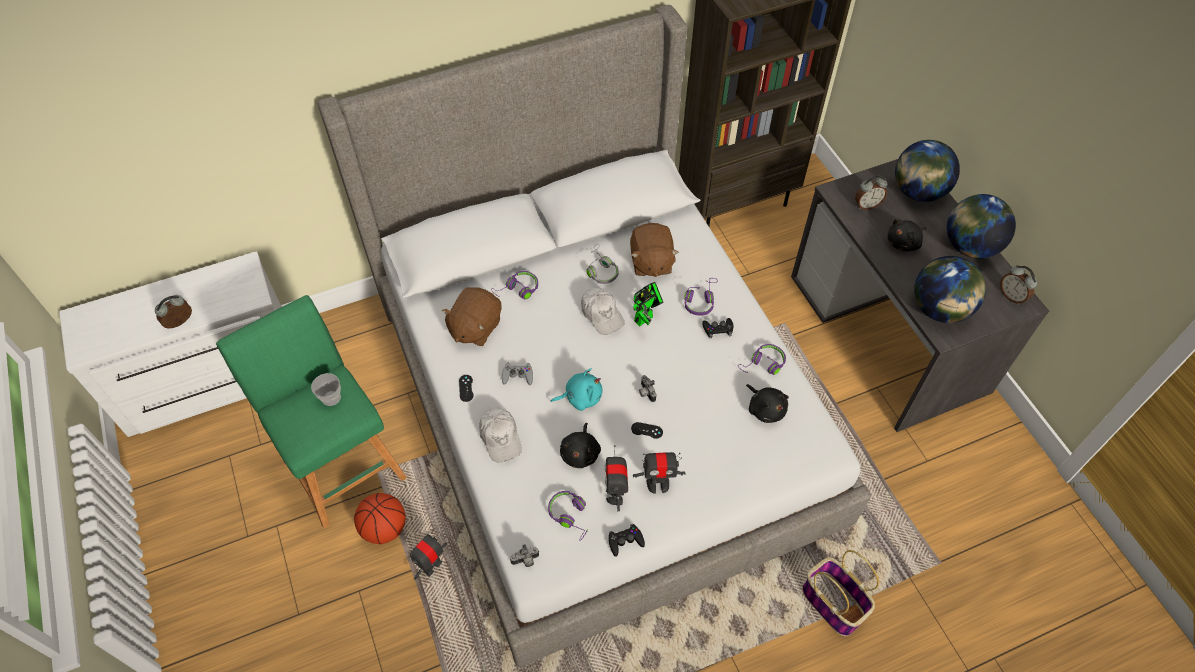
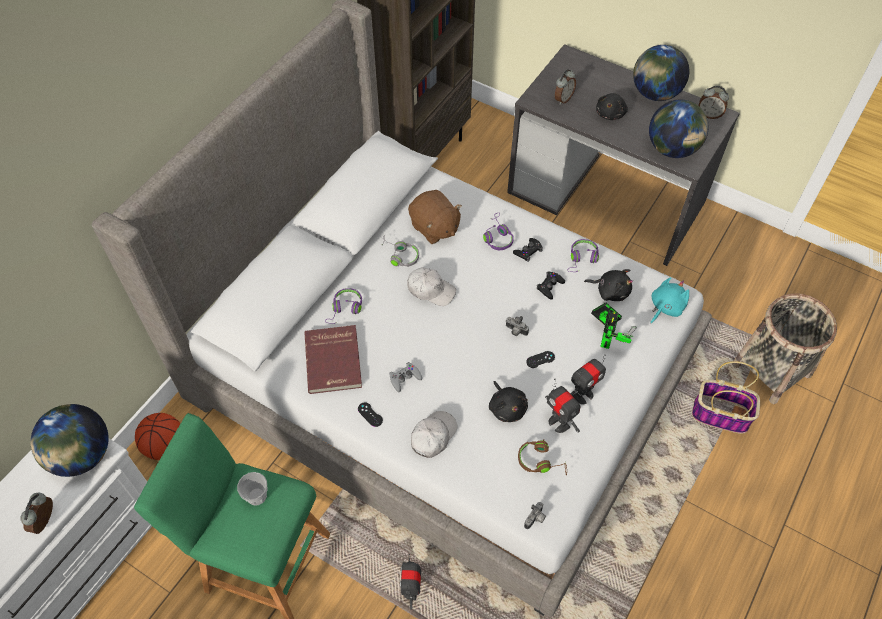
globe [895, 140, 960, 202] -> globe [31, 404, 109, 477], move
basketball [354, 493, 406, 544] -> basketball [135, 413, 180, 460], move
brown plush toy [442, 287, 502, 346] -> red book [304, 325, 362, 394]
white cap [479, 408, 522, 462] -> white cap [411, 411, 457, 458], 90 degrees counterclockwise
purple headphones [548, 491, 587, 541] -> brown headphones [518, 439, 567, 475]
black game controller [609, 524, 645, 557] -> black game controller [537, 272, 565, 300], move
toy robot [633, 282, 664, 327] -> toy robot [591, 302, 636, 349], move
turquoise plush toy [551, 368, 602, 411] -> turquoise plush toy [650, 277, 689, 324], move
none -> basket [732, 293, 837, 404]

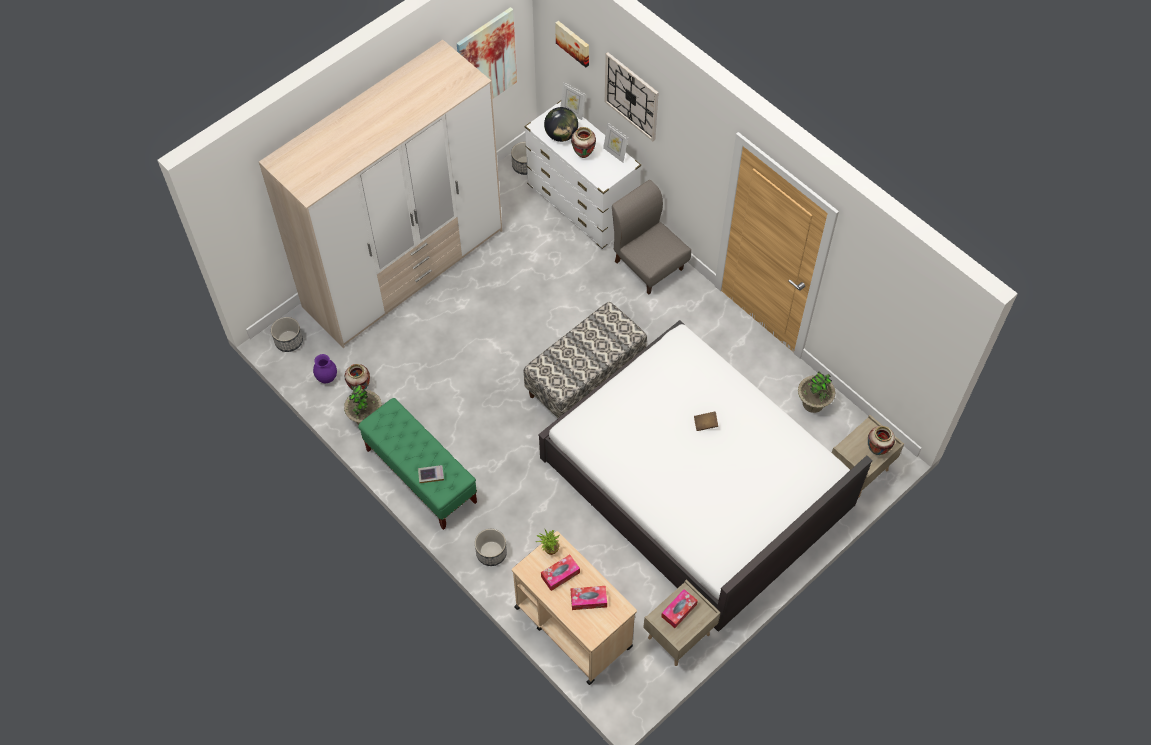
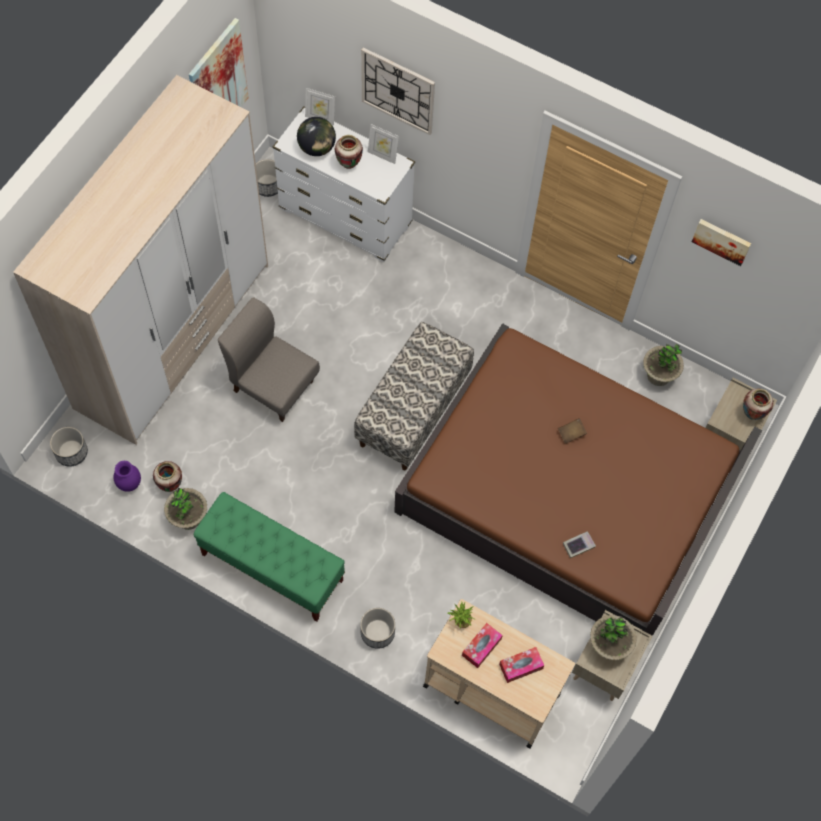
grey chair [612, 180, 691, 295] -> grey chair [218, 297, 320, 422], move
white bed [538, 320, 873, 632] -> brown bed [394, 323, 762, 636]
book [418, 465, 444, 483] -> book [563, 531, 596, 558], move
tissue box [661, 589, 698, 628] -> potted plant [590, 615, 637, 660]
picture [555, 21, 589, 68] -> picture [692, 219, 751, 266], move

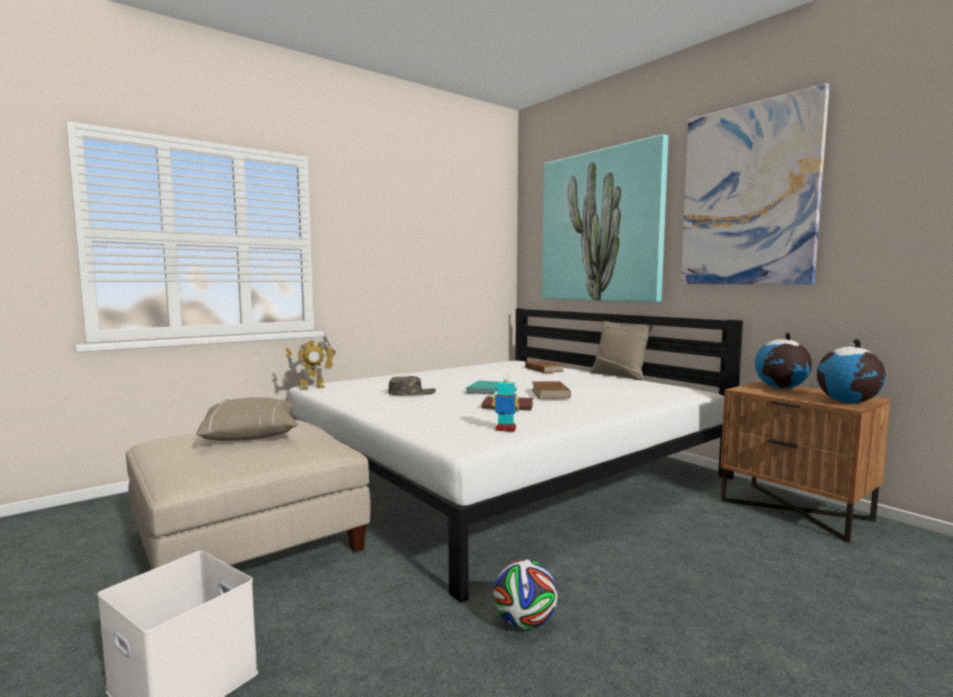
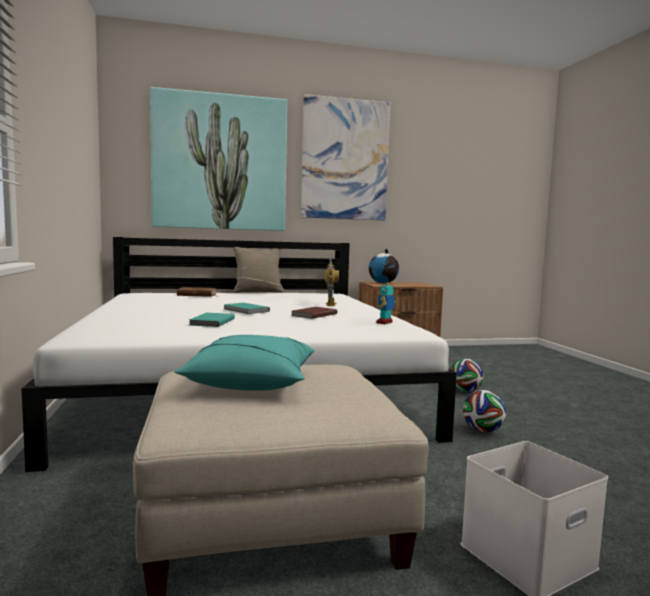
beige pillow [196, 397, 298, 441] -> turquoise pillow [174, 335, 315, 391]
green cap [388, 376, 436, 395] -> turquoise book [189, 313, 235, 327]
toy robot [285, 336, 336, 389] -> toy robot [324, 258, 339, 306], move
none -> football [451, 359, 484, 392]
brown book [532, 381, 571, 399] -> none
globe [817, 339, 886, 403] -> none

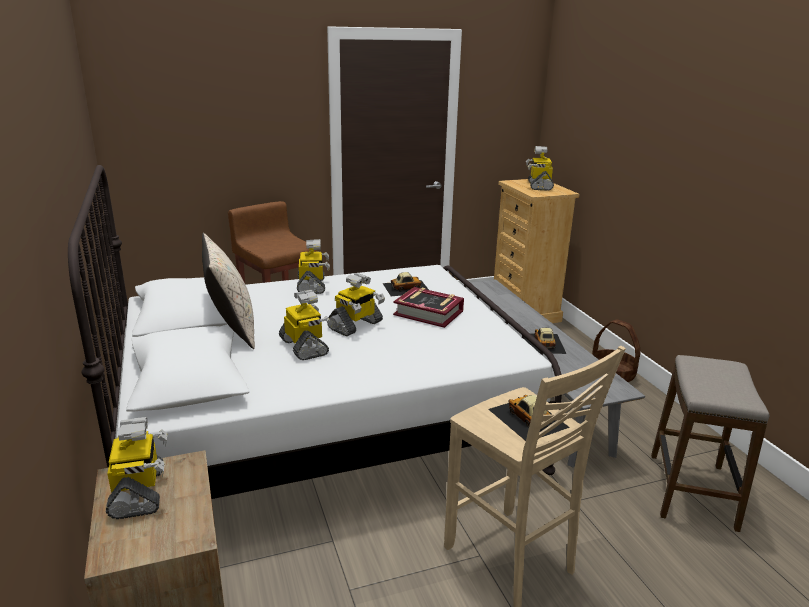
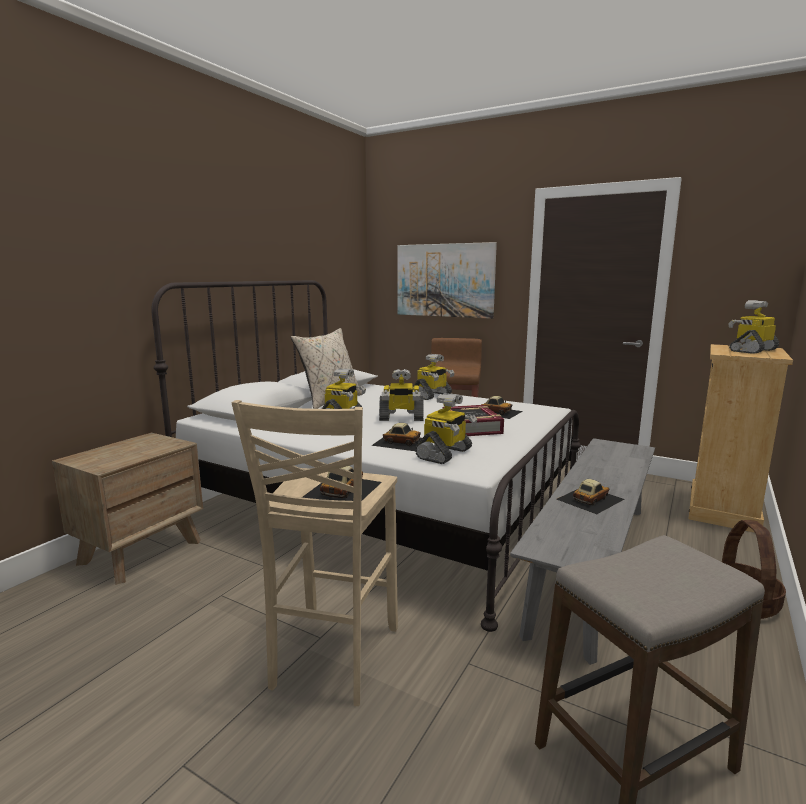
none -> toy car [371, 423, 426, 451]
none -> picture [397, 242, 497, 319]
toy robot [106, 417, 167, 519] -> toy robot [415, 393, 477, 464], move

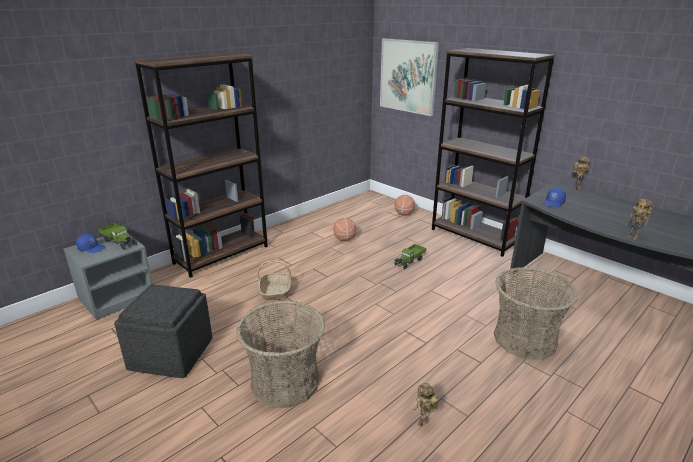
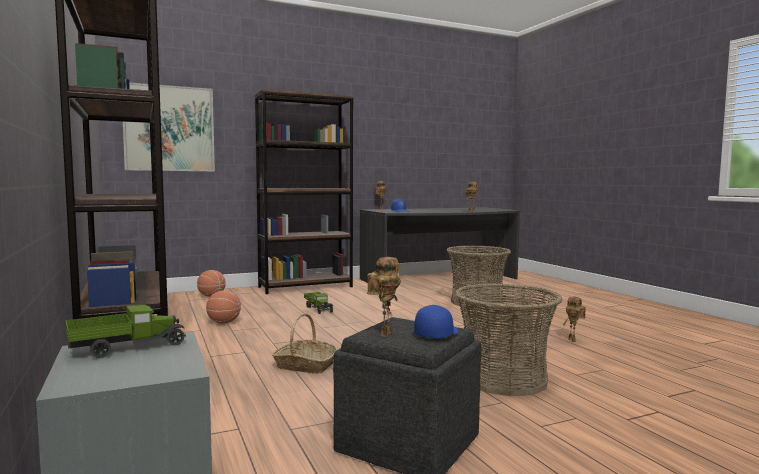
none -> toy robot [367, 257, 401, 337]
blue cap [76, 234, 106, 253] -> blue cap [414, 305, 459, 338], move

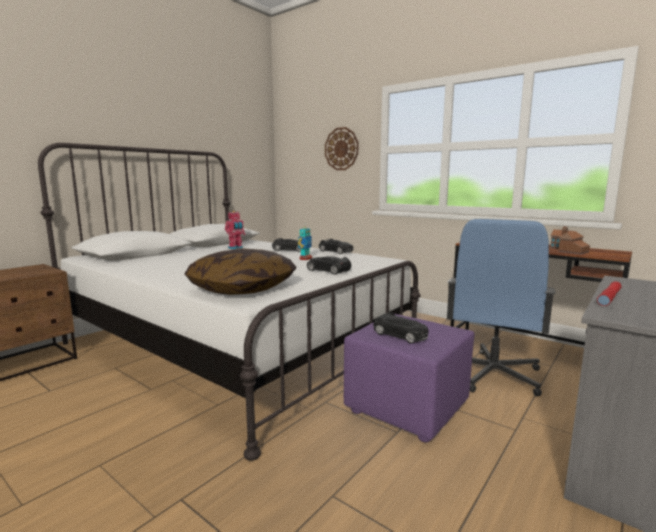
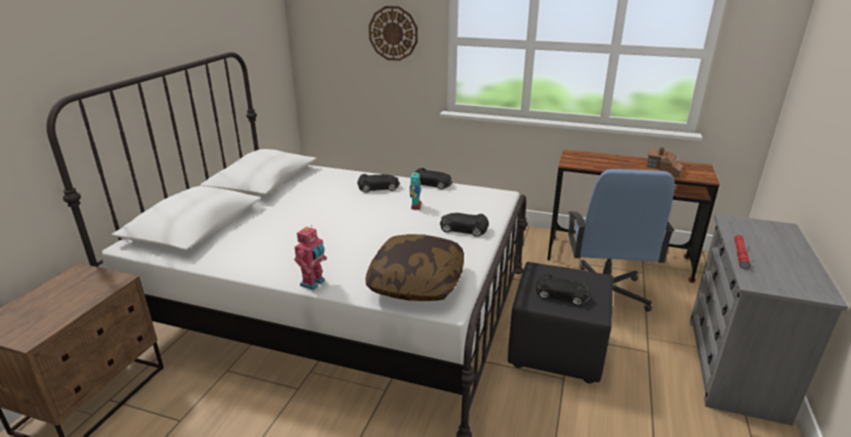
toy robot [225, 211, 245, 250] -> toy robot [295, 225, 327, 290], move
purple ottoman [344, 314, 474, 442] -> black ottoman [508, 262, 613, 384]

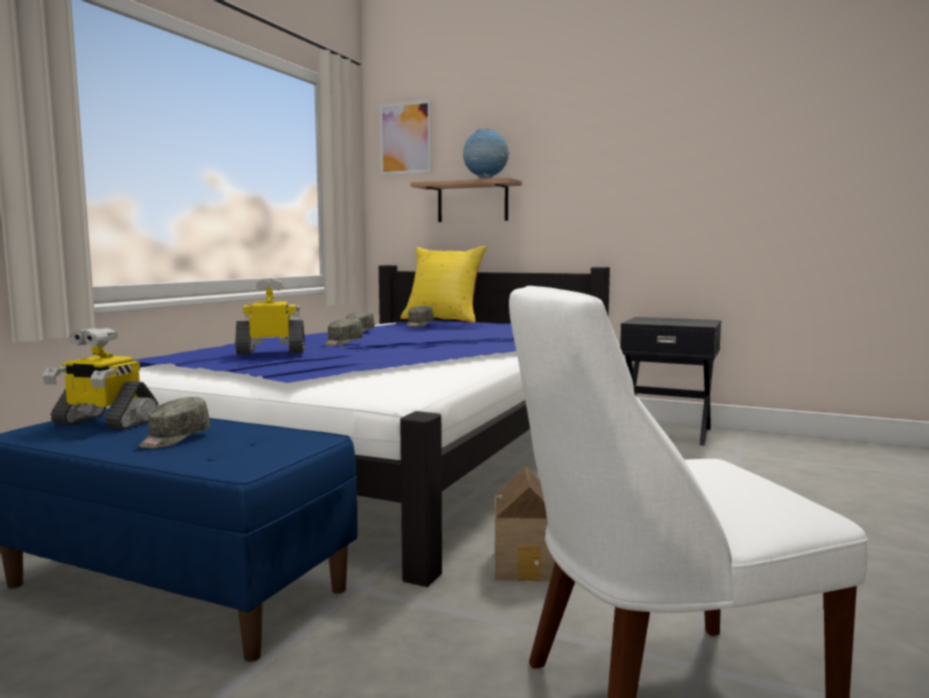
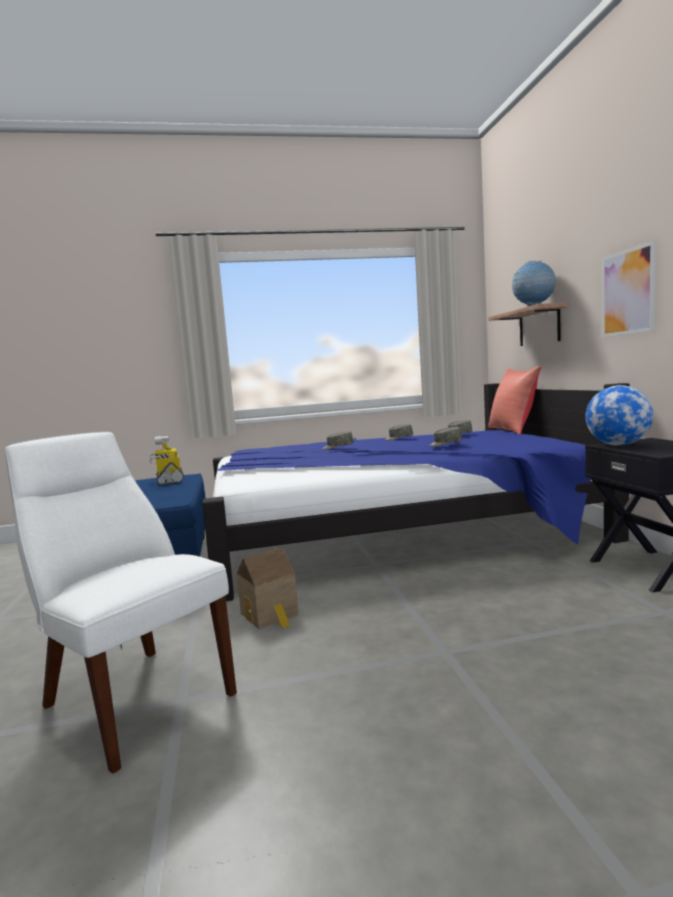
grey cap [139, 397, 210, 448] -> grey cap [429, 427, 462, 446], move
yellow pillow [401, 246, 487, 323] -> red pillow [488, 366, 541, 435]
none -> globe [585, 385, 654, 446]
picture [379, 100, 432, 175] -> picture [602, 240, 656, 338], move
toy robot [235, 278, 305, 355] -> none

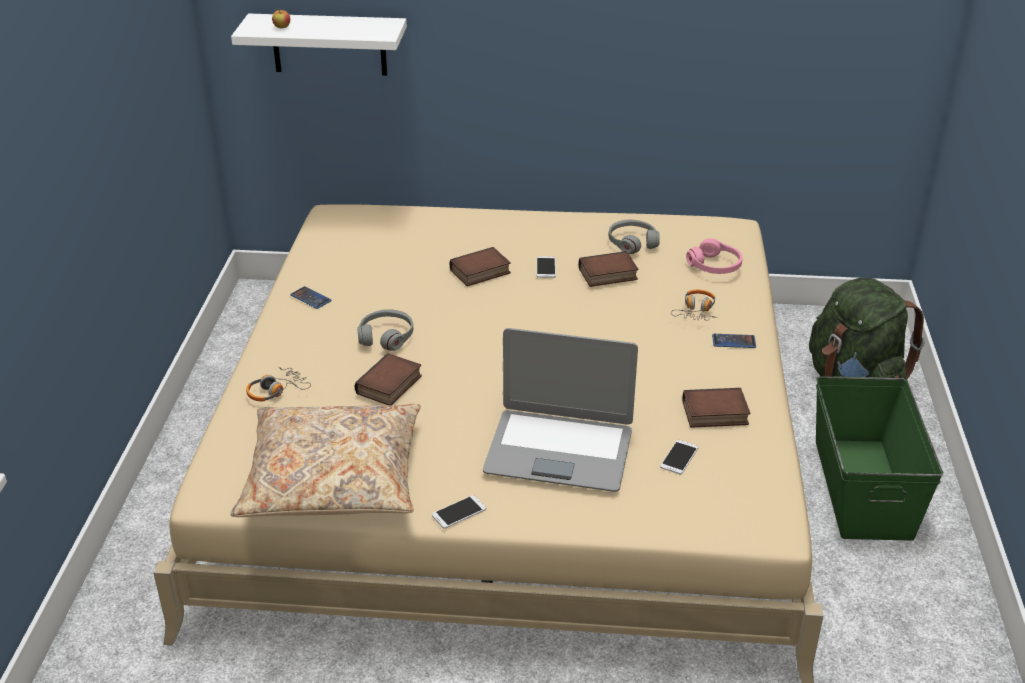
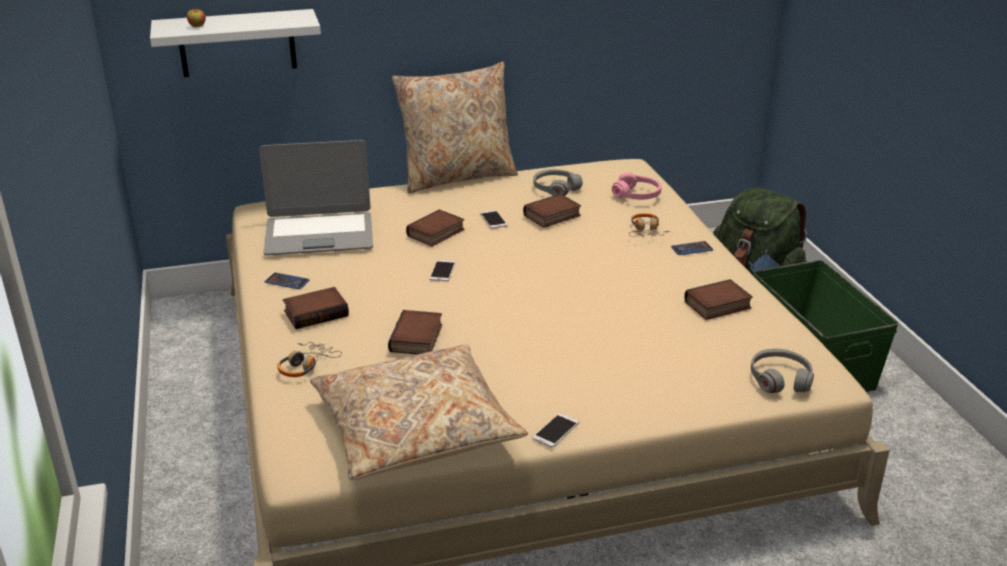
laptop [483, 328, 638, 492] -> laptop [259, 140, 373, 255], move
none -> book [283, 287, 349, 329]
none -> beige pillow [392, 62, 518, 194]
phone [660, 440, 698, 474] -> phone [430, 260, 456, 281], move
grey headphones [357, 309, 413, 351] -> grey headphones [751, 349, 814, 393], move

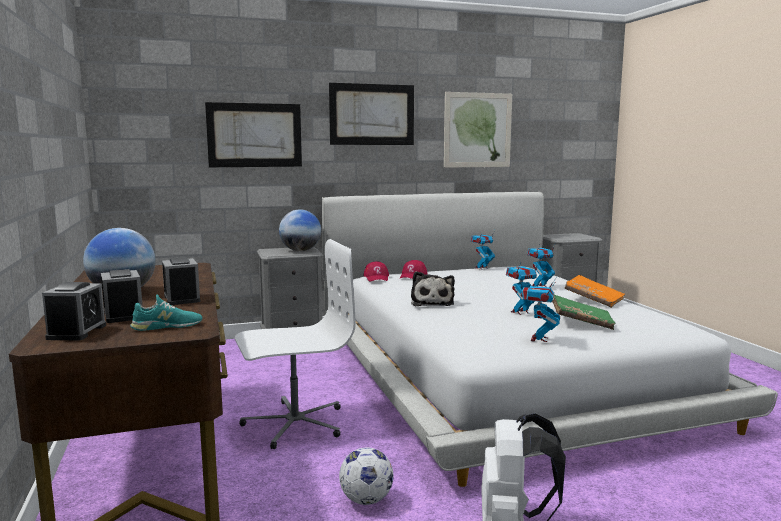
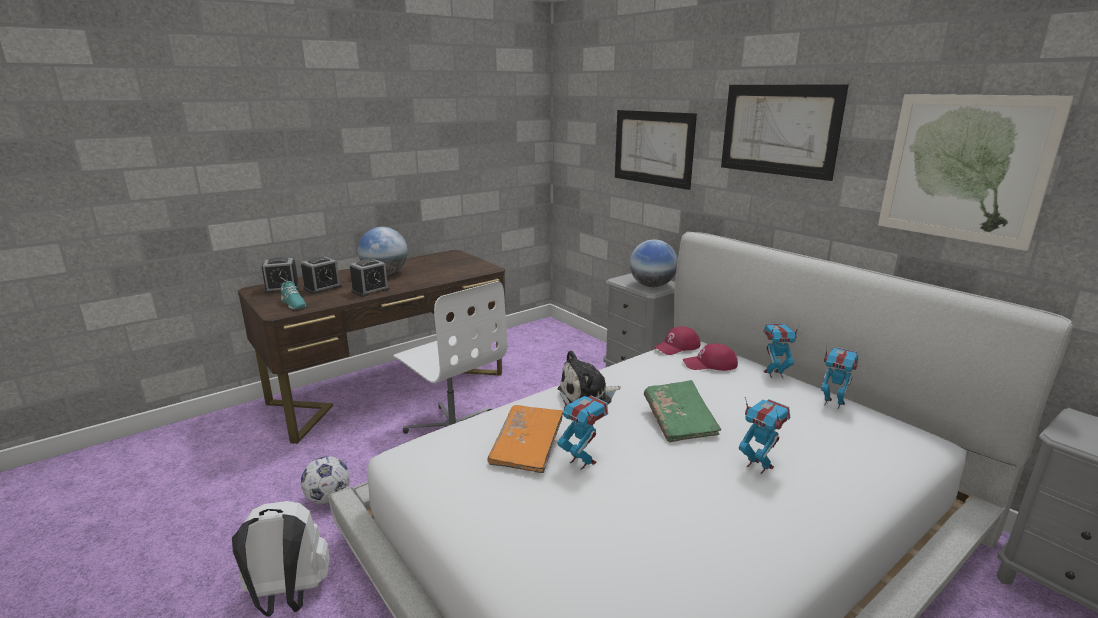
orange book [565, 275, 625, 308] -> orange book [488, 405, 563, 473], move
green book [552, 295, 616, 330] -> green book [644, 380, 721, 442], move
toy robot [521, 277, 560, 342] -> toy robot [763, 324, 800, 378], move

